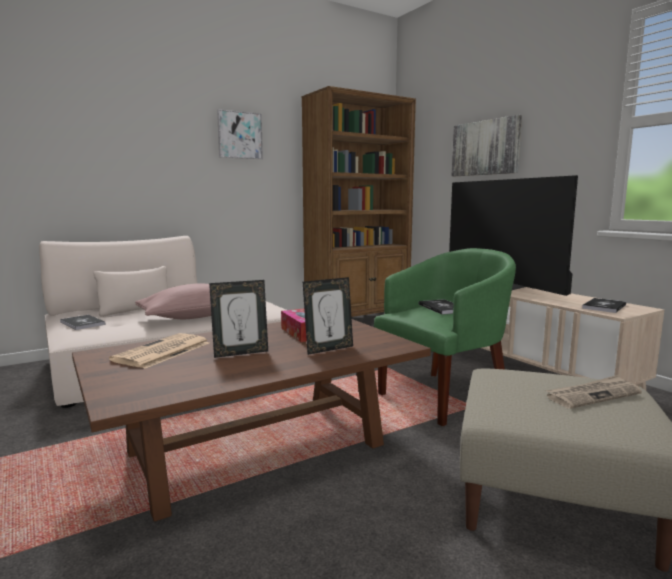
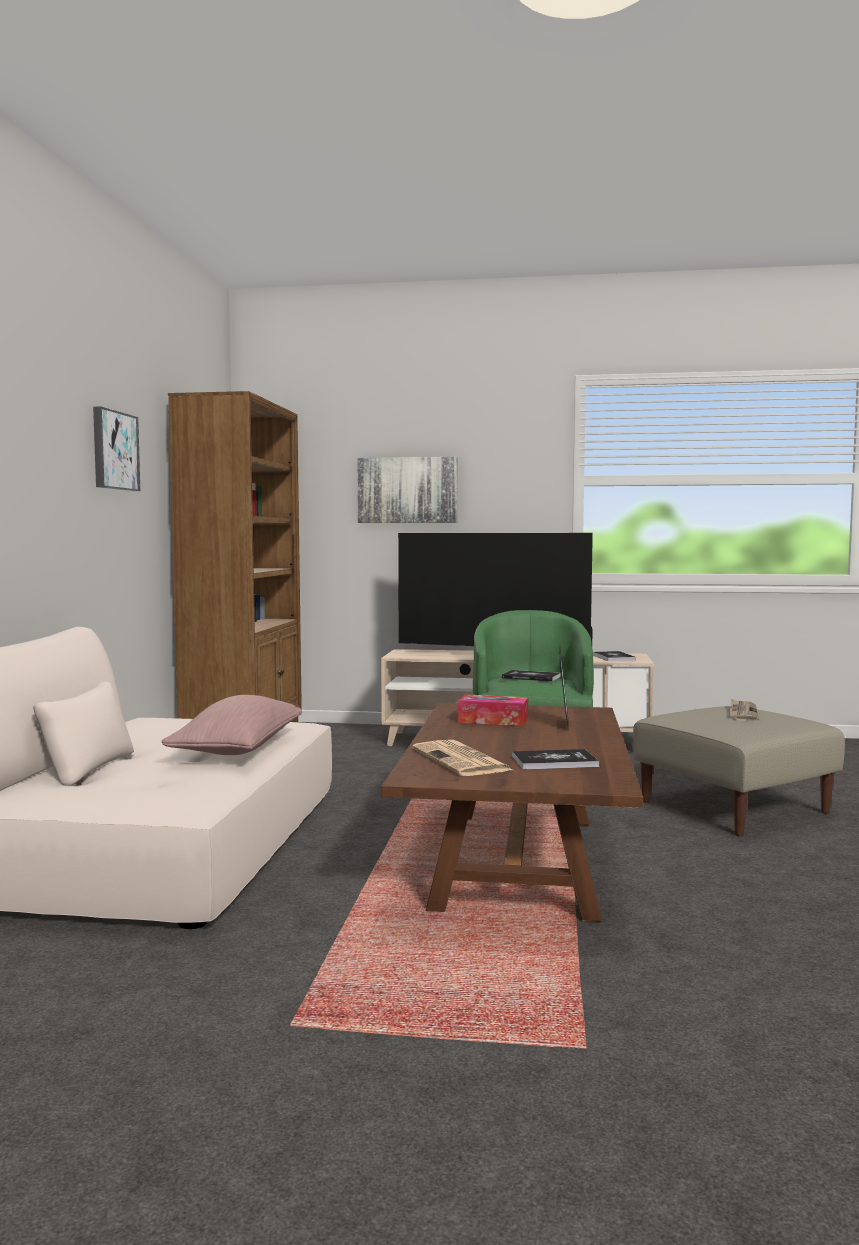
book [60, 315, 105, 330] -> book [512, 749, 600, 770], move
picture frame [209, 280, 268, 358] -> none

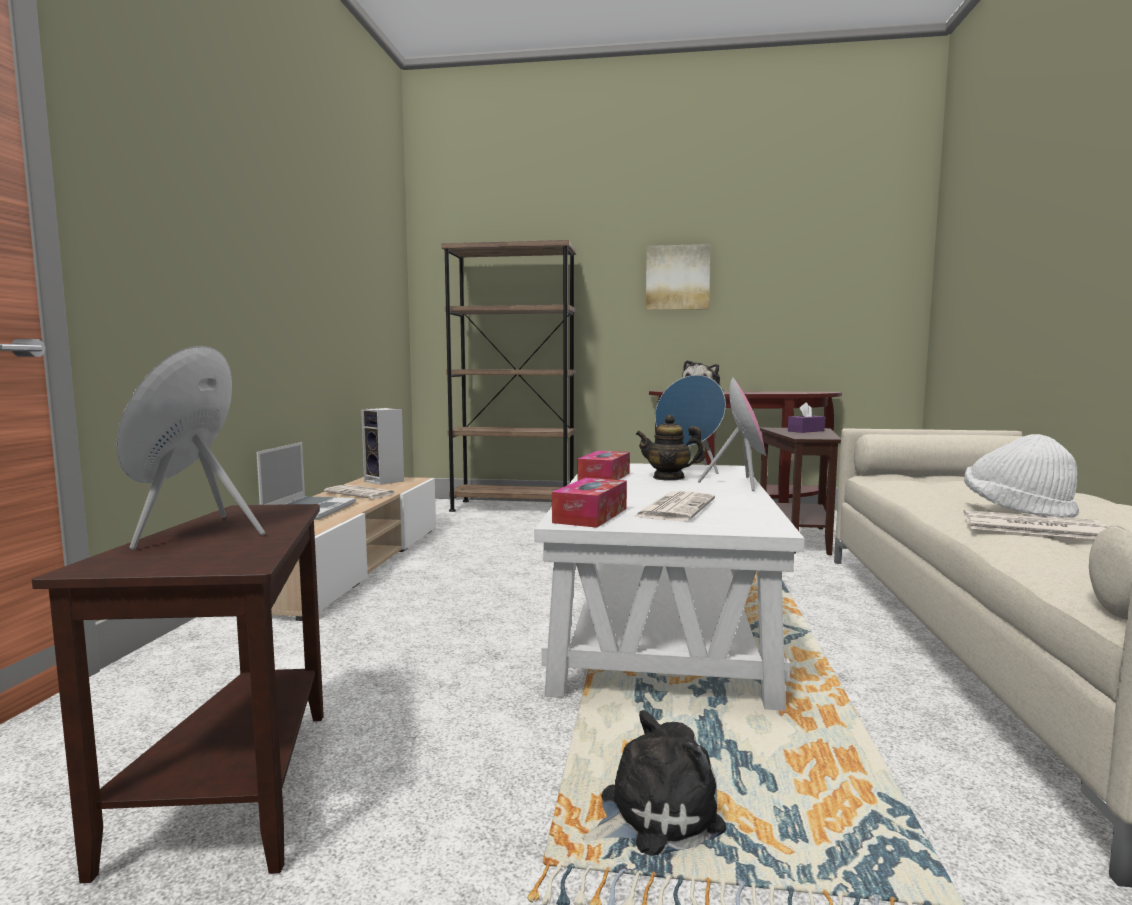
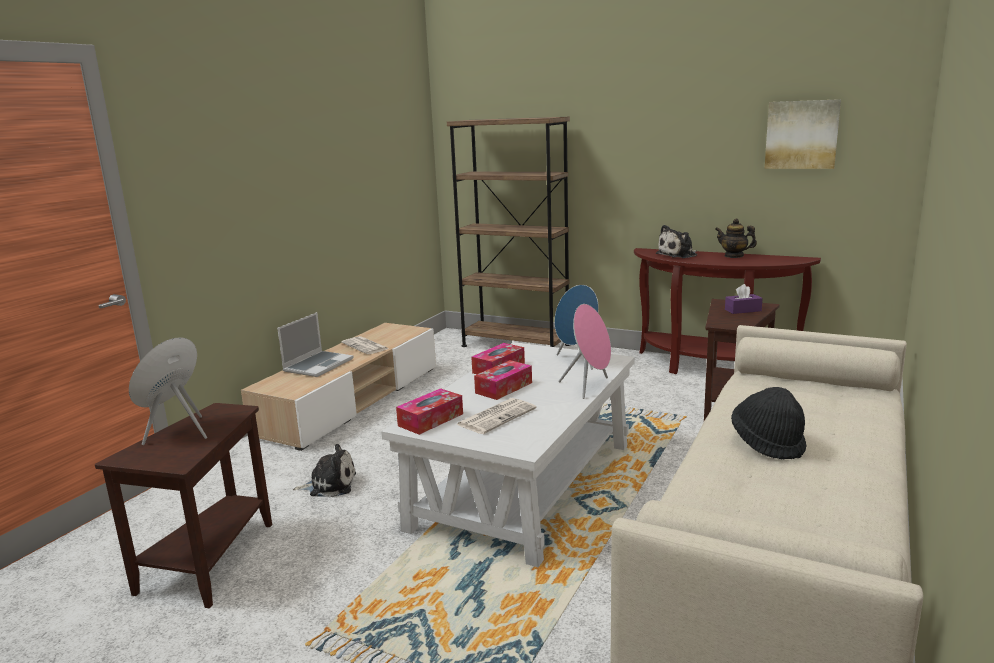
plush toy [581, 710, 726, 856] -> plush toy [293, 444, 356, 497], move
none -> tissue box [474, 360, 532, 400]
teapot [636, 415, 706, 481] -> teapot [715, 218, 757, 258], move
white hat [964, 434, 1079, 518] -> black hat [731, 387, 807, 459]
picture [646, 244, 711, 310] -> picture [764, 99, 841, 169], move
speaker [361, 408, 404, 485] -> none
newspaper [963, 510, 1108, 539] -> none

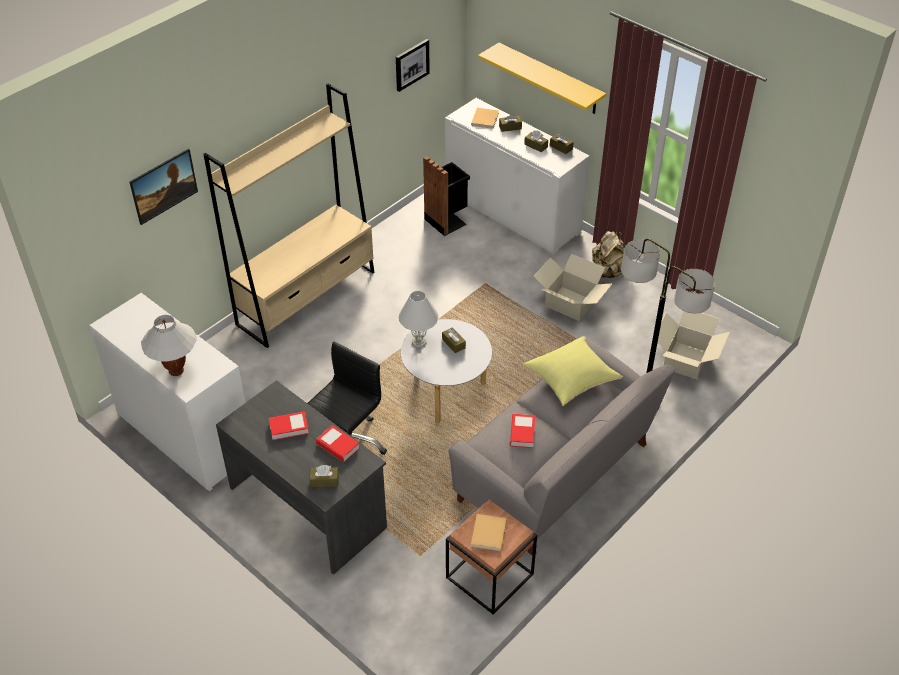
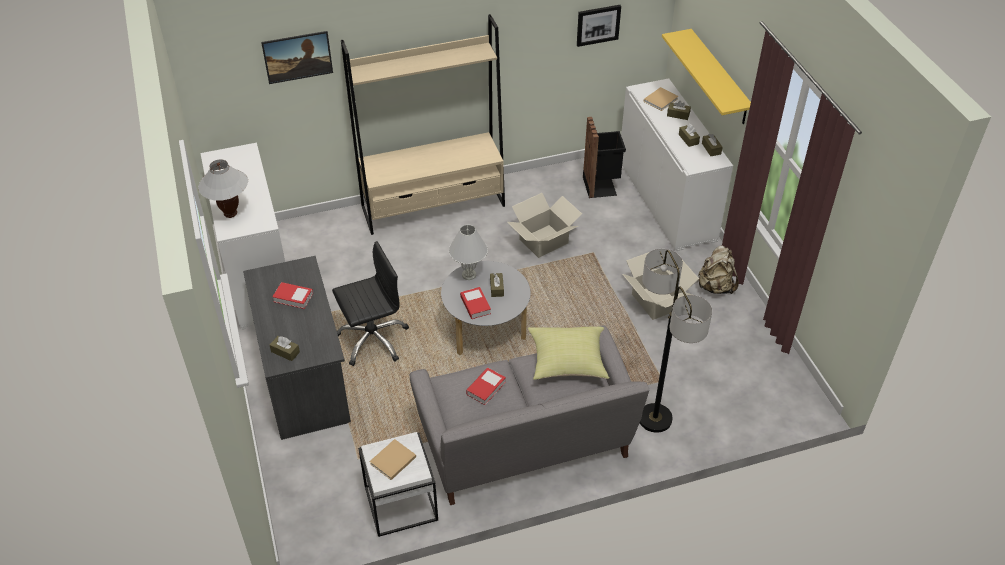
brown side table [446, 499, 537, 614] -> white side table [358, 432, 438, 537]
book [316, 425, 359, 462] -> book [460, 287, 491, 319], move
cardboard box [658, 311, 730, 379] -> cardboard box [508, 193, 582, 258], move

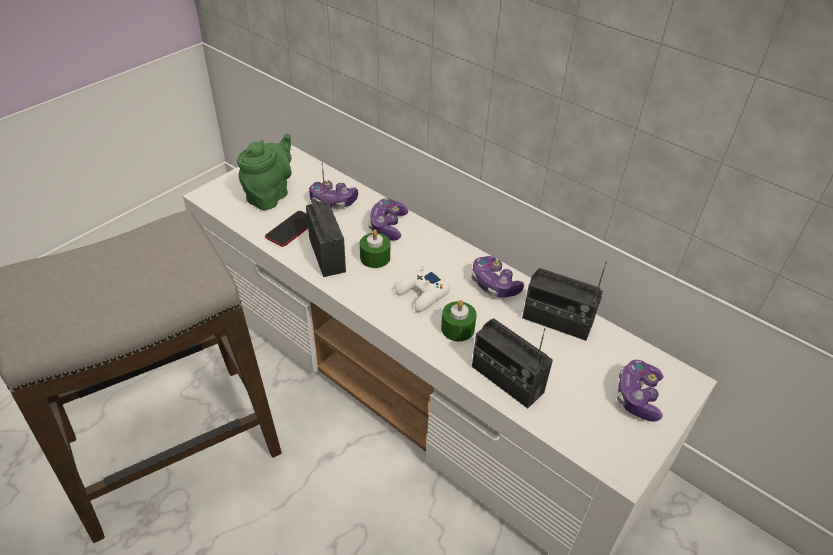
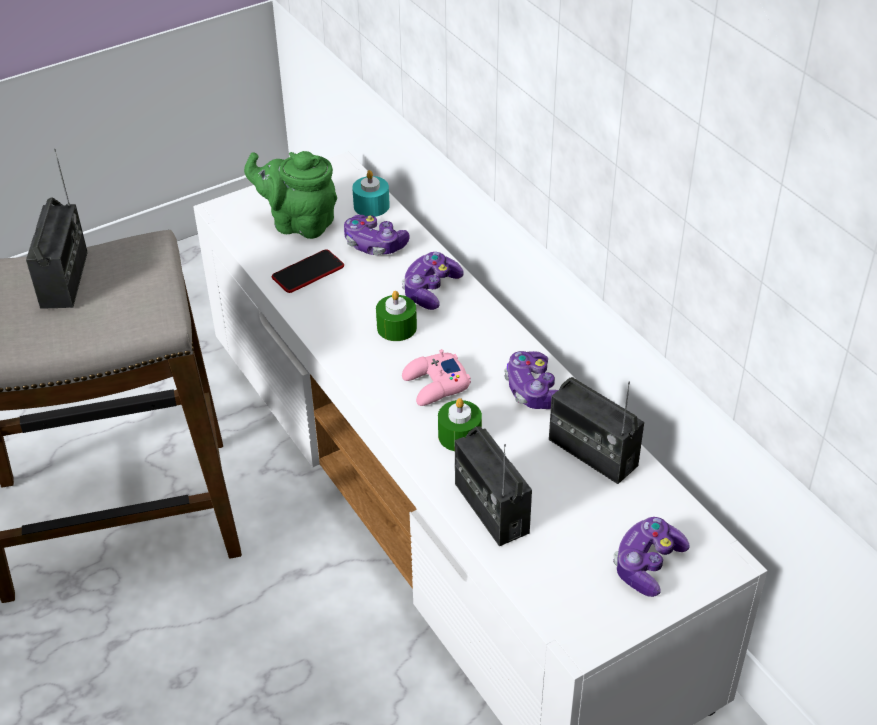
radio [306, 163, 346, 277] -> radio [26, 149, 88, 309], move
green teapot [237, 133, 292, 210] -> green teapot [244, 151, 337, 239], 120 degrees counterclockwise
none -> turquoise candle [352, 170, 390, 217]
white game controller [395, 267, 450, 312] -> pink game controller [402, 349, 471, 406]

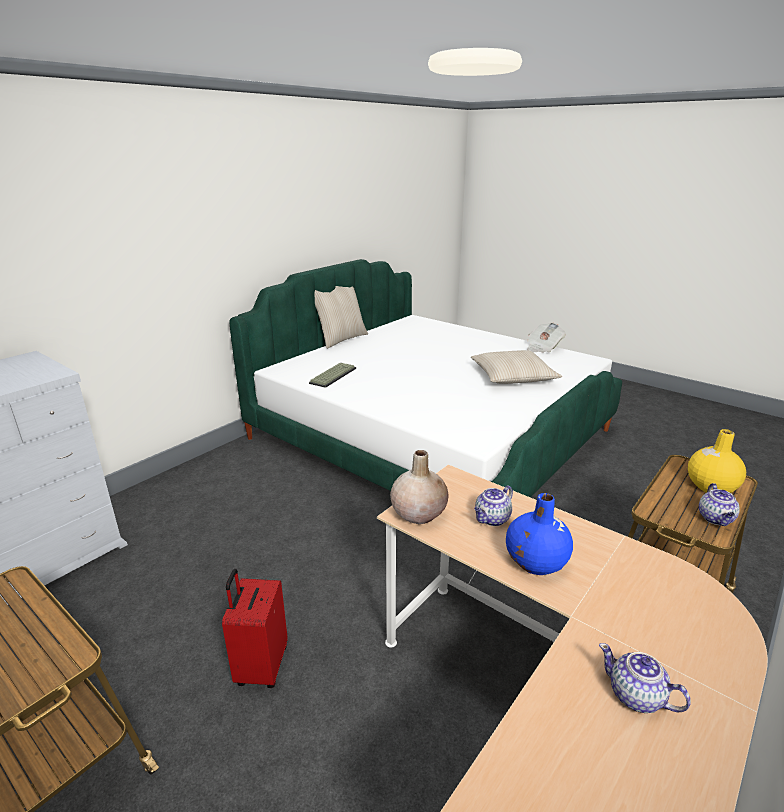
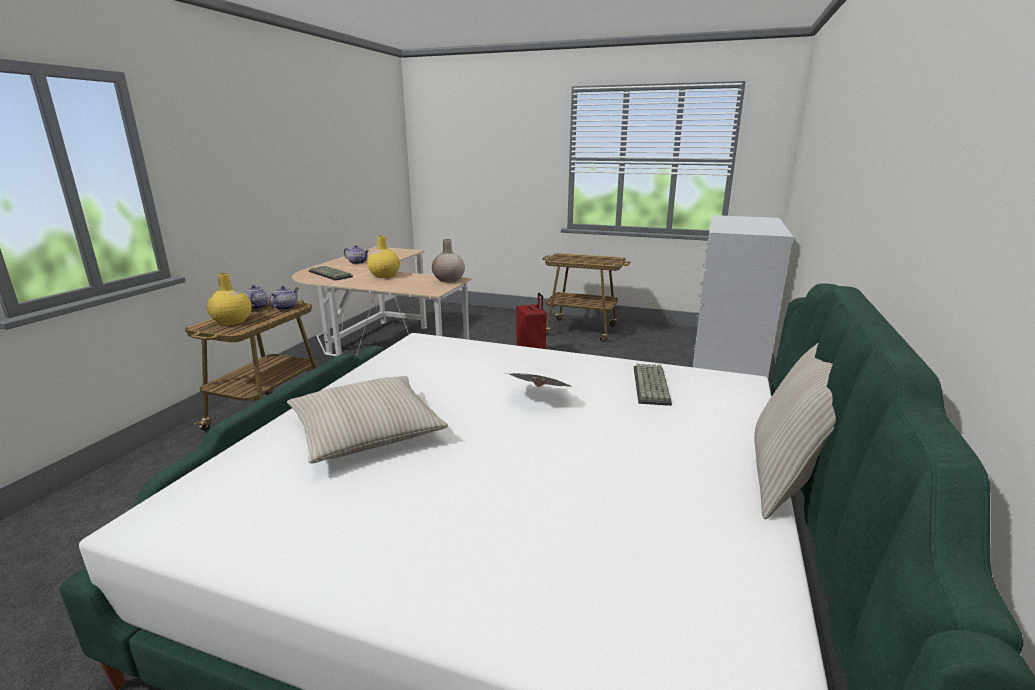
teapot [474, 485, 513, 526] -> teapot [268, 286, 298, 310], move
none -> keyboard [308, 266, 353, 281]
blue vase [506, 493, 573, 575] -> yellow vase [367, 236, 400, 278]
newspaper [527, 323, 566, 352] -> newspaper [505, 373, 572, 387], move

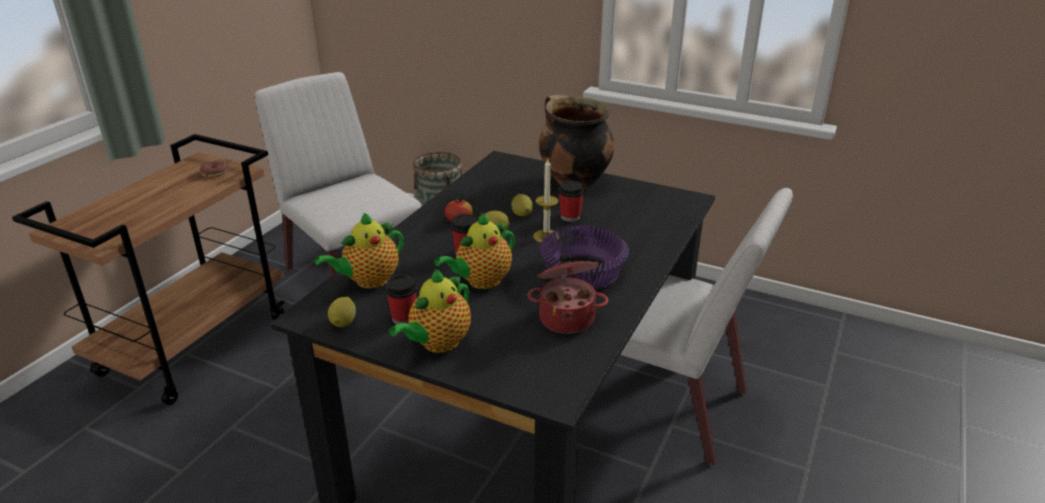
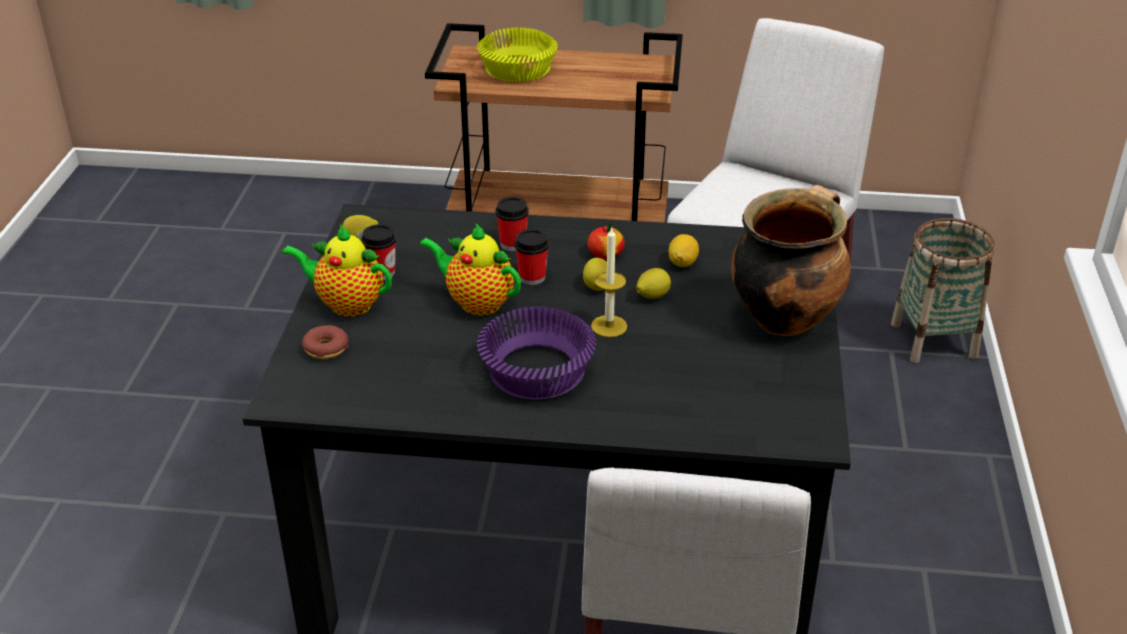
donut [200, 161, 228, 177] -> donut [302, 325, 348, 359], move
none -> yellow bowl [477, 27, 558, 82]
cup [559, 180, 584, 222] -> cup [495, 197, 529, 251], move
none -> lemon [669, 234, 699, 267]
teapot [315, 212, 404, 289] -> none
cooking pot [527, 254, 608, 334] -> none

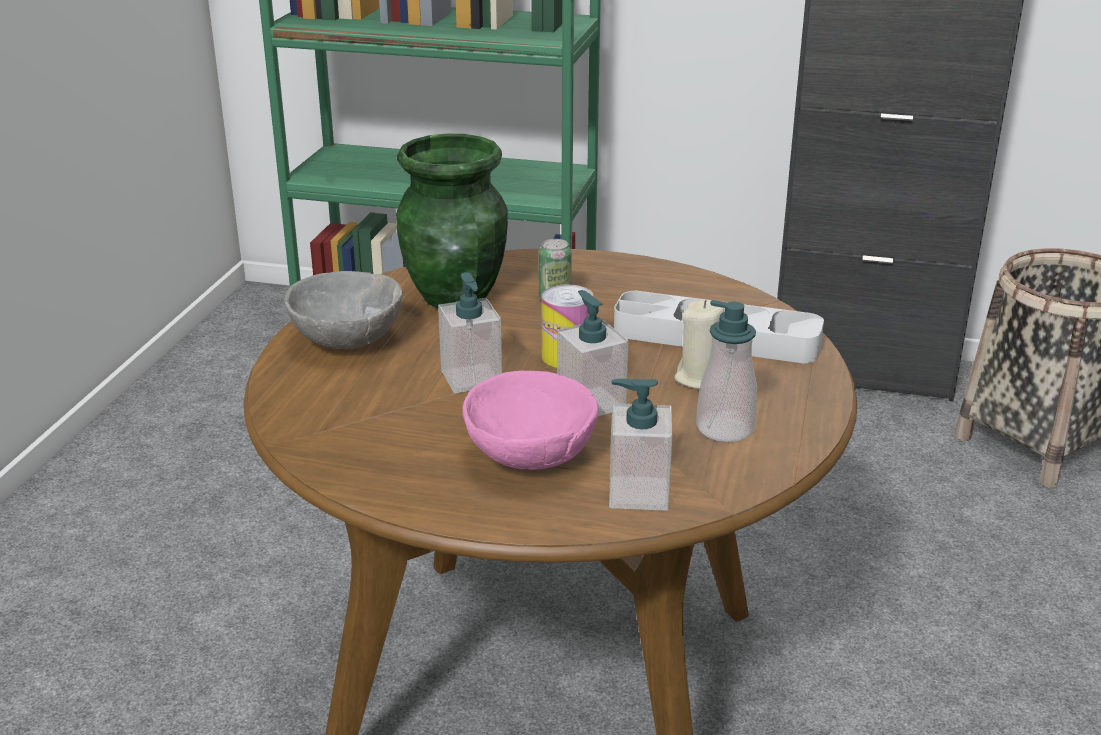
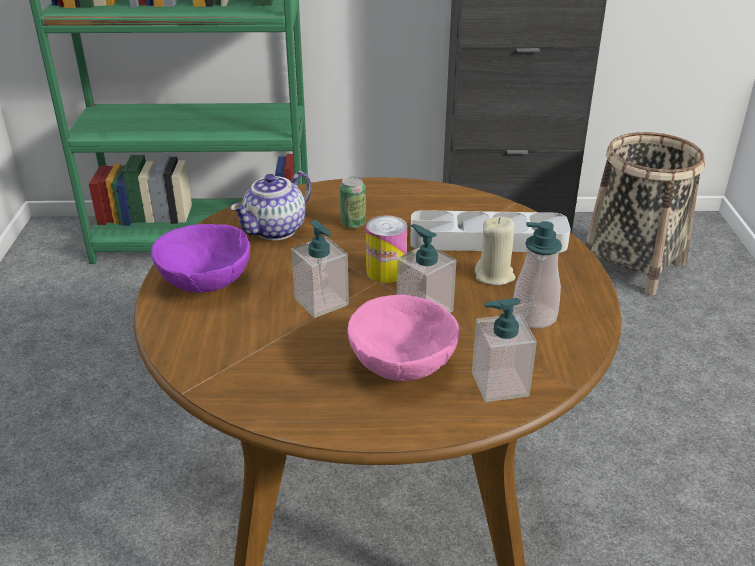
grey bowl [284, 271, 402, 349] -> purple bowl [151, 224, 250, 293]
green vase [396, 133, 508, 308] -> teapot [230, 171, 312, 241]

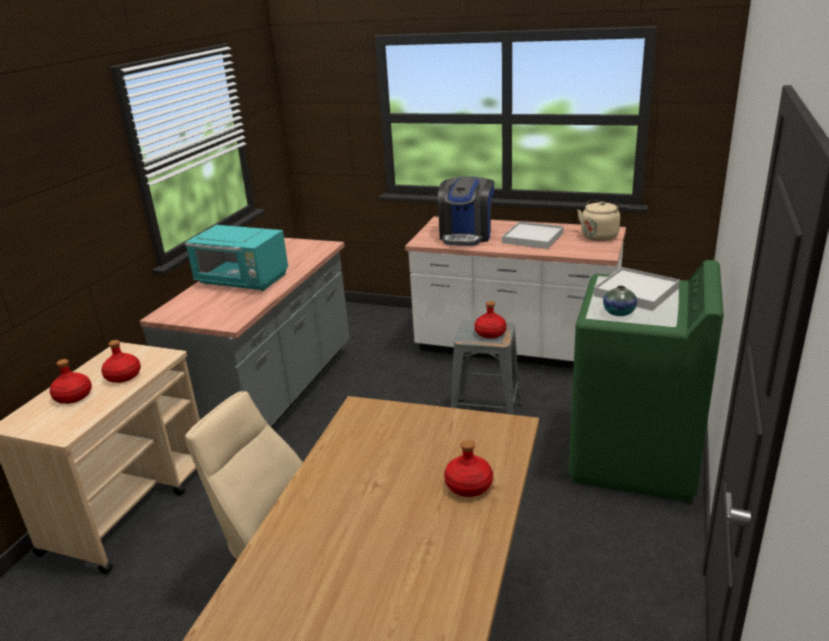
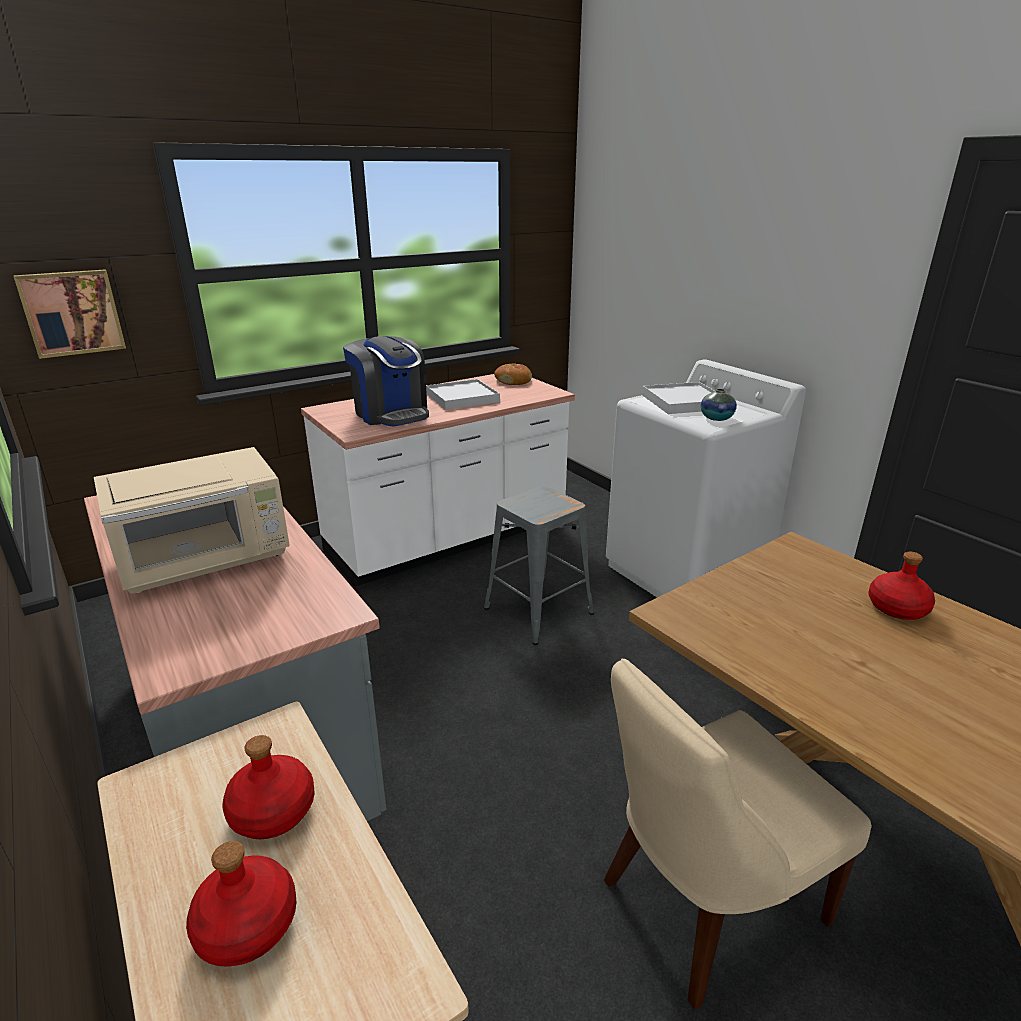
none -> picture [13, 270, 126, 359]
turquoise microwave [185, 225, 288, 291] -> beige microwave [94, 447, 290, 594]
beige kettle [577, 201, 627, 241] -> bread [494, 363, 532, 385]
green washing machine [569, 260, 724, 503] -> white washing machine [606, 359, 806, 597]
red bottle [475, 301, 507, 338] -> none

